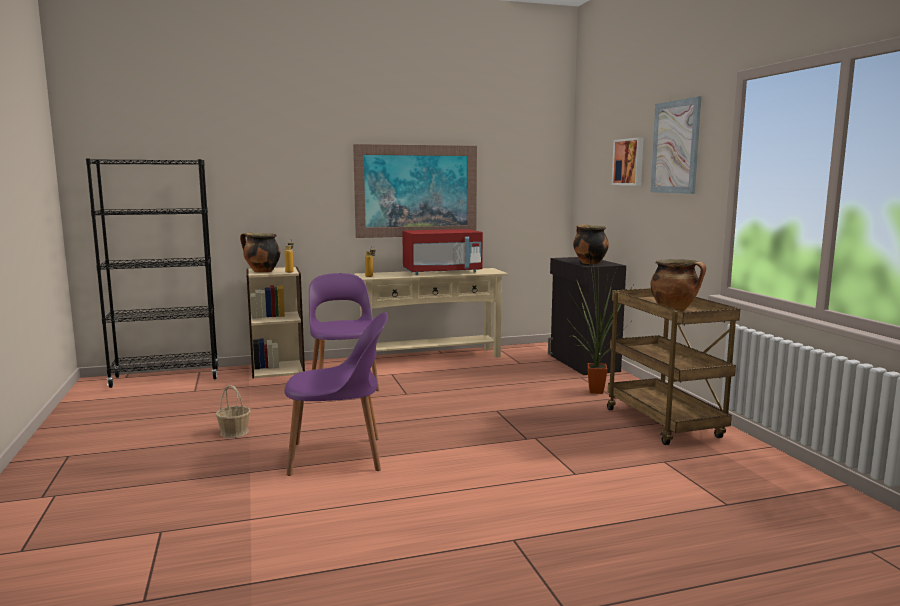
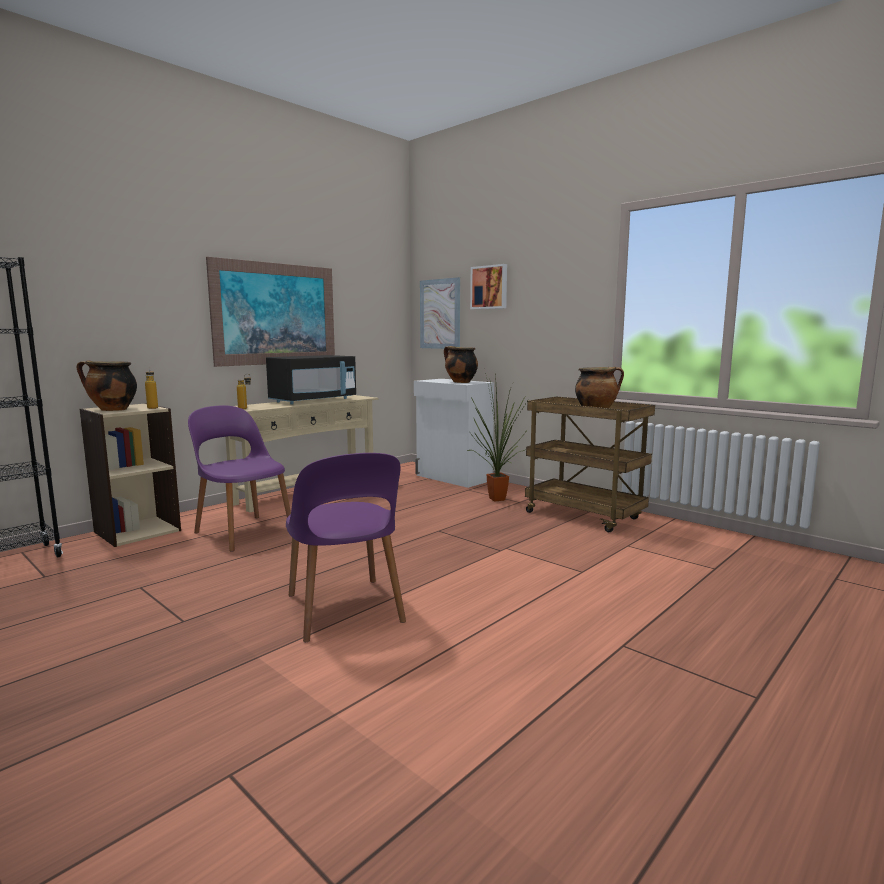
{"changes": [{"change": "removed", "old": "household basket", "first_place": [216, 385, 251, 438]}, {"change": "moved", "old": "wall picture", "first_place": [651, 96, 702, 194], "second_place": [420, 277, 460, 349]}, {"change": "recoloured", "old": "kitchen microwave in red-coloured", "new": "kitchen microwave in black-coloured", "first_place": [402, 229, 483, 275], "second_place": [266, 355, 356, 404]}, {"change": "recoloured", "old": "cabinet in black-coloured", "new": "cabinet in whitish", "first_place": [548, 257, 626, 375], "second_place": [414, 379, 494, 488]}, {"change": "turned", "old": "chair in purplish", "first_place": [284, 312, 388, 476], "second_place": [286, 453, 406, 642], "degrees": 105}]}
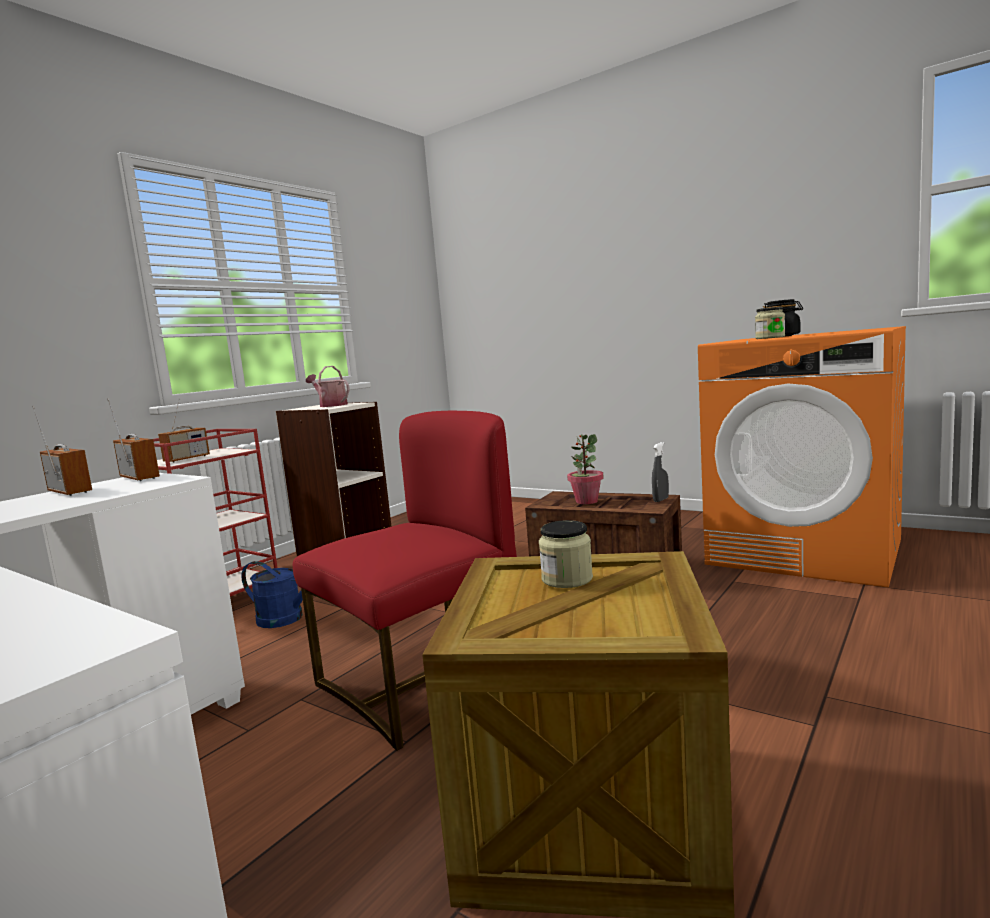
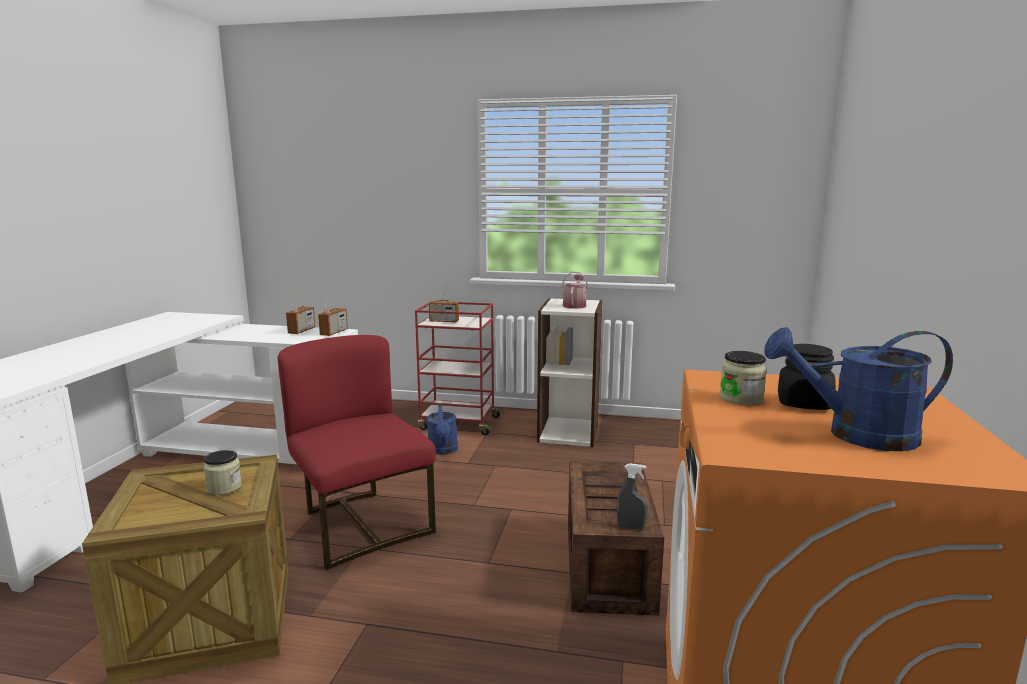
{"changes": [{"change": "removed", "old": "houseplant", "first_place": [567, 434, 604, 504]}, {"change": "added", "new": "sprinkling can in blue-coloured", "second_place": [764, 327, 953, 451]}, {"change": "turned", "old": "chair in red-coloured", "first_place": [293, 411, 517, 751], "second_place": [278, 335, 436, 570], "degrees": -150}]}
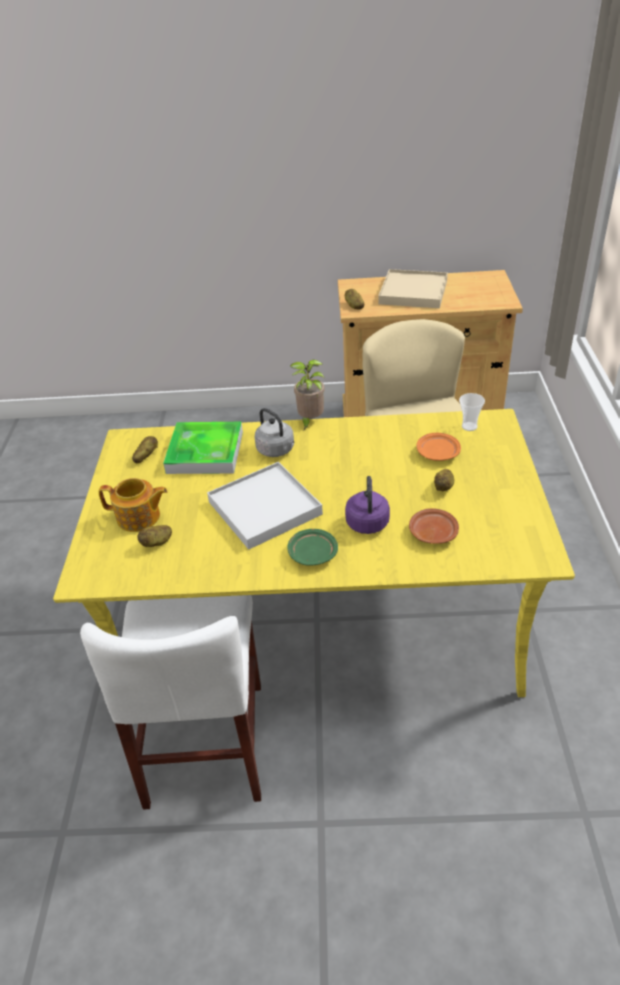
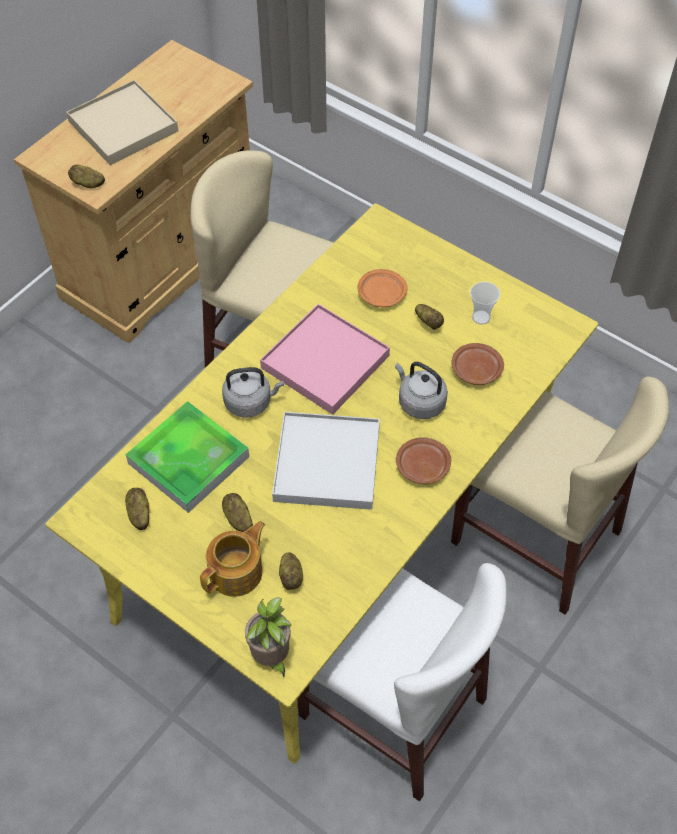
{"changes": [{"change": "added", "new": "spud", "second_place": [222, 493, 253, 532]}, {"change": "added", "new": "tray in pink-coloured", "second_place": [260, 304, 390, 415]}, {"change": "added", "new": "chair in beige-coloured", "second_place": [451, 377, 669, 615]}, {"change": "moved", "old": "houseplant", "first_place": [290, 360, 325, 430], "second_place": [245, 598, 292, 677]}, {"change": "moved", "old": "cup", "first_place": [459, 393, 485, 431], "second_place": [470, 282, 500, 325]}, {"change": "recoloured", "old": "plate in green", "new": "plate in brown-coloured", "first_place": [287, 529, 338, 566], "second_place": [396, 437, 451, 484]}, {"change": "recoloured", "old": "kettle in purplish", "new": "kettle in grey", "first_place": [345, 476, 390, 534], "second_place": [395, 362, 448, 419]}]}
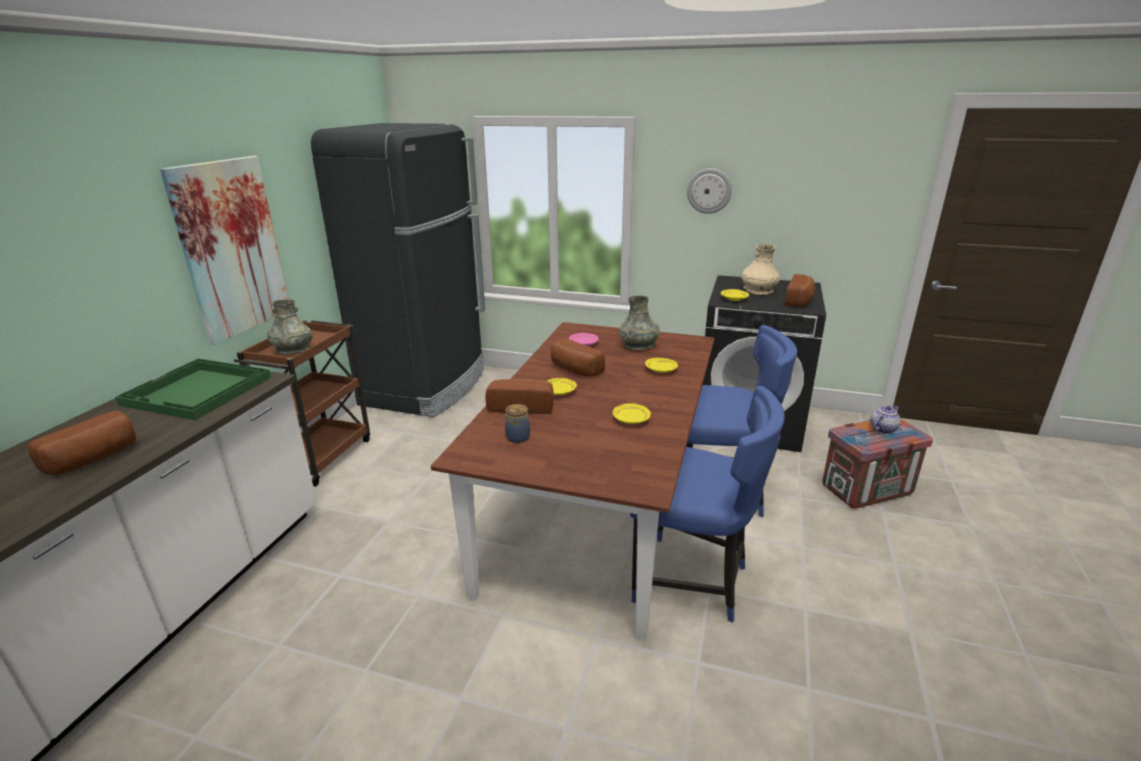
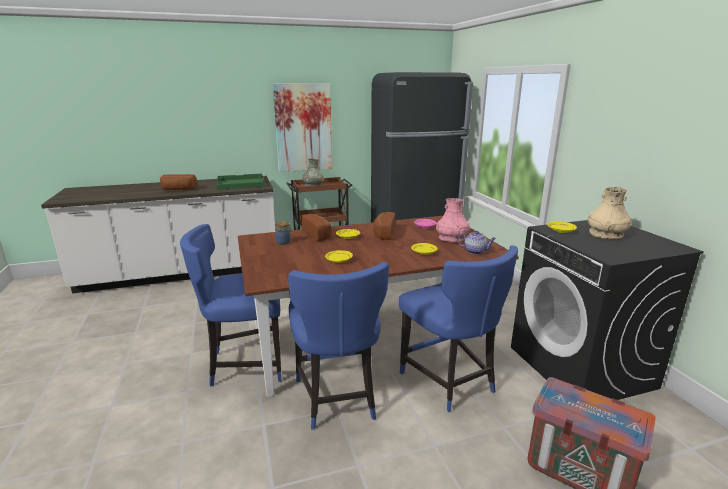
{"changes": [{"change": "removed", "old": "hanging clock", "first_place": [687, 168, 732, 214]}, {"change": "removed", "old": "bakery bread", "first_place": [785, 274, 815, 307]}, {"change": "added", "new": "chair in blue-coloured", "second_place": [180, 224, 282, 387]}, {"change": "moved", "old": "pot for tea", "first_place": [870, 406, 900, 434], "second_place": [457, 231, 496, 254]}, {"change": "recoloured", "old": "decorative vase in grey", "new": "decorative vase in pink-coloured", "first_place": [619, 296, 660, 351], "second_place": [436, 198, 470, 242]}]}
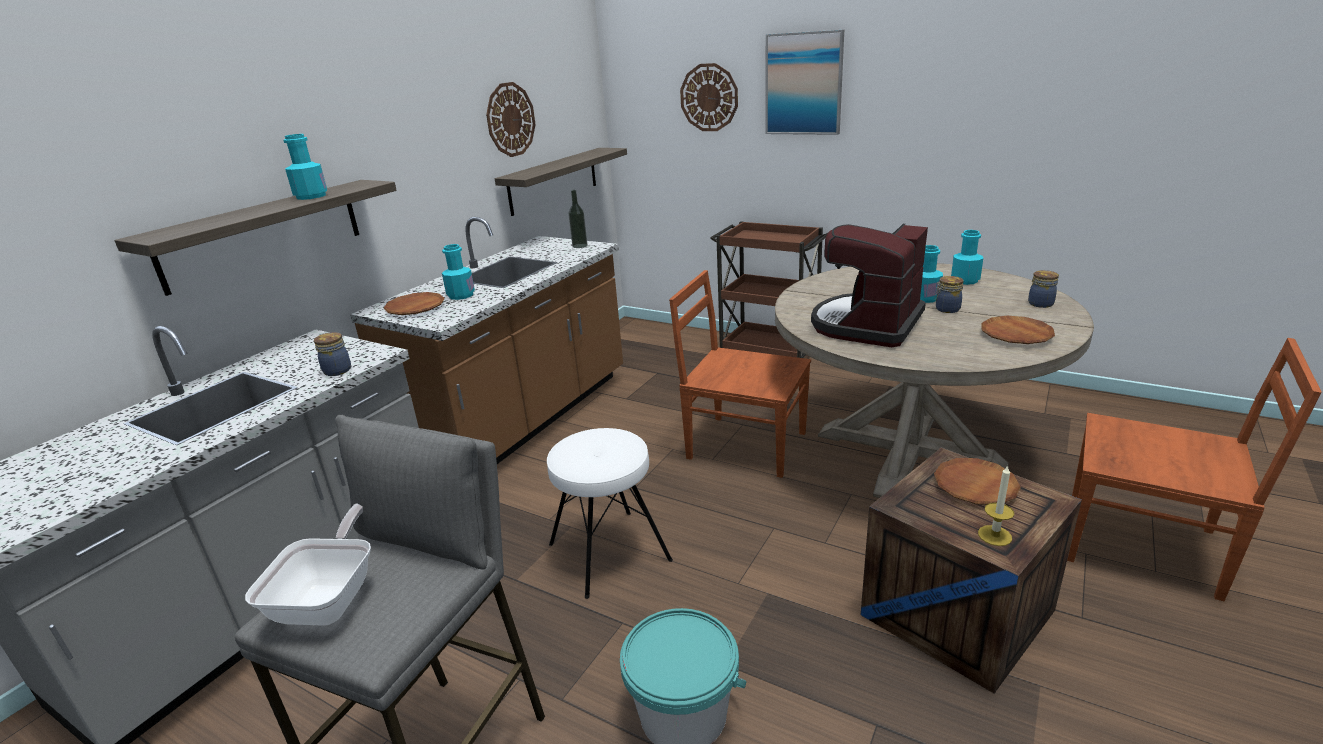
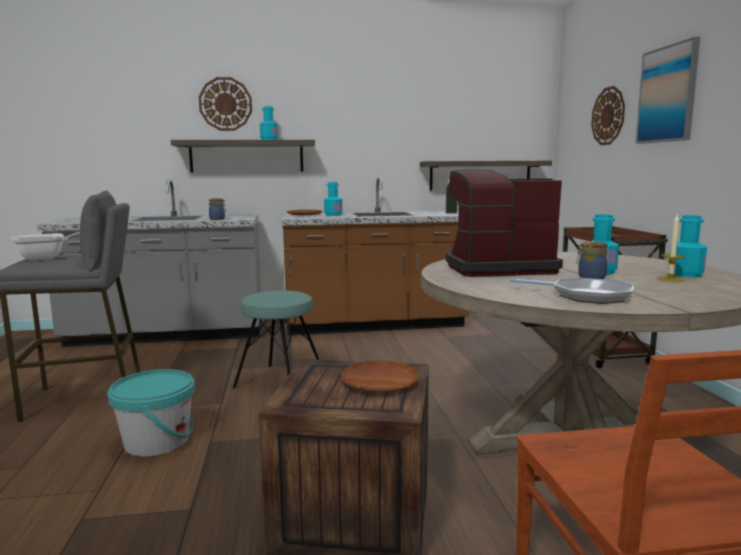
{"changes": [{"change": "removed", "old": "chair in brown-coloured", "first_place": [669, 270, 811, 478]}, {"change": "removed", "old": "preserve jar", "first_place": [1028, 270, 1059, 308]}, {"change": "moved", "old": "hanging clock", "first_place": [486, 82, 536, 157], "second_place": [199, 77, 252, 131]}, {"change": "moved", "old": "wax light", "first_place": [978, 465, 1014, 546], "second_place": [657, 215, 685, 282]}, {"change": "replaced", "old": "plate in brown-coloured", "new": "pan", "first_place": [982, 316, 1055, 344], "second_place": [510, 278, 634, 304]}, {"change": "recoloured", "old": "stool in whitish", "new": "stool in turquoise-coloured", "first_place": [547, 428, 673, 599], "second_place": [232, 291, 320, 389]}]}
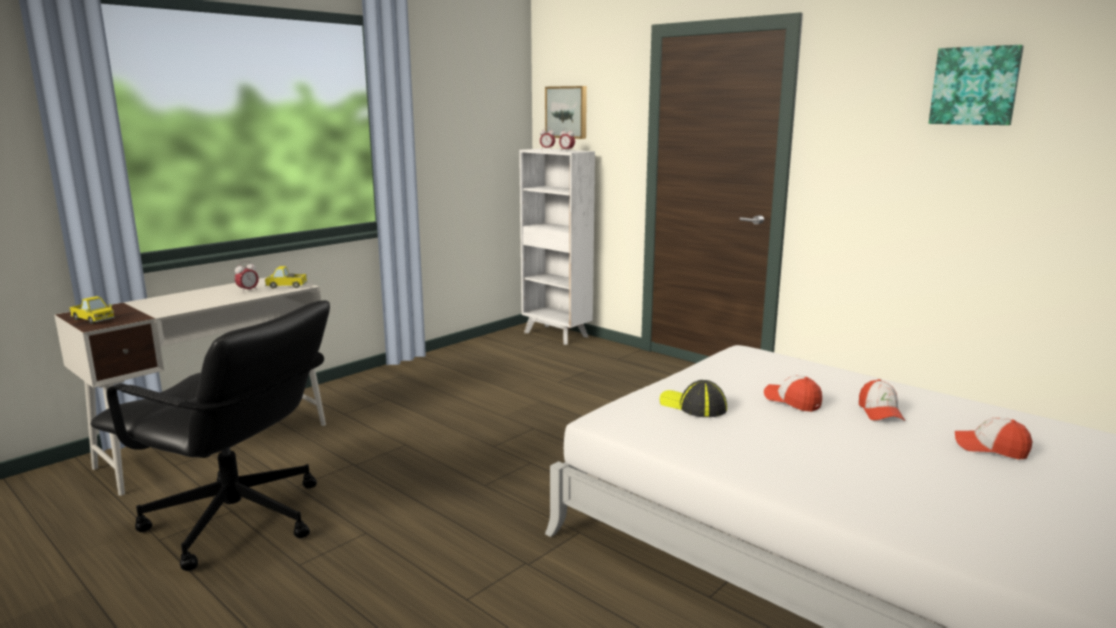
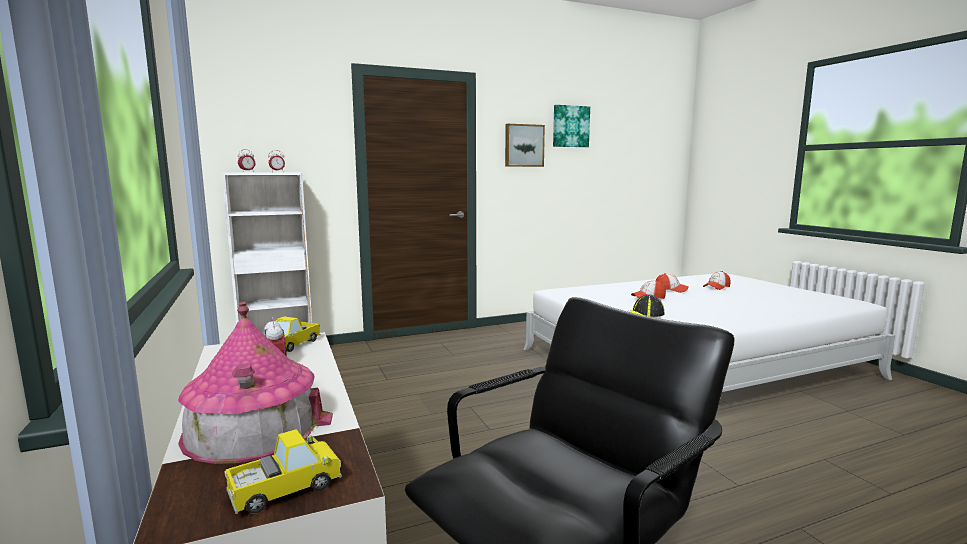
{"changes": [{"change": "added", "new": "toy house", "second_place": [178, 302, 333, 464]}, {"change": "moved", "old": "wall picture", "first_place": [545, 86, 587, 139], "second_place": [505, 124, 545, 167]}]}
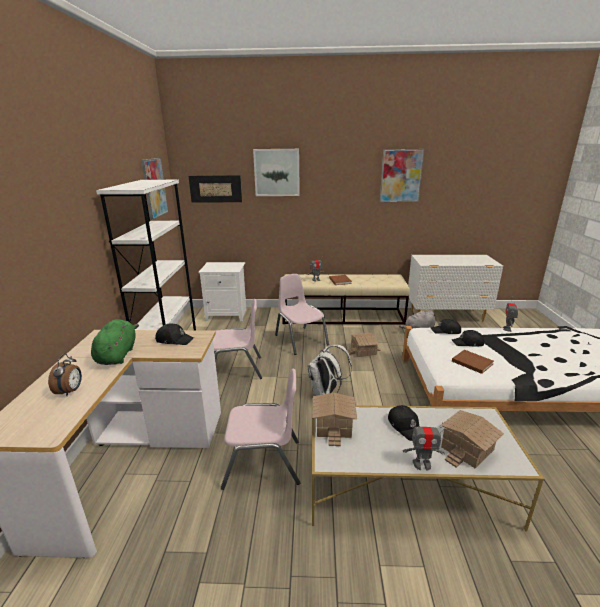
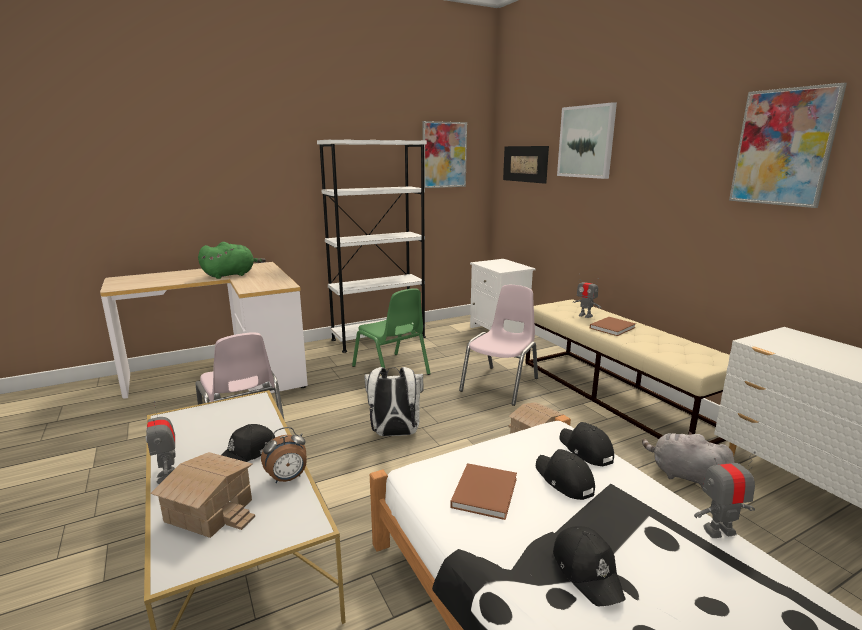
{"changes": [{"change": "removed", "old": "toy house", "first_place": [312, 393, 357, 446]}, {"change": "moved", "old": "table clock", "first_place": [48, 354, 82, 396], "second_place": [261, 427, 307, 483]}, {"change": "moved", "old": "baseball cap in black-coloured", "first_place": [155, 323, 194, 345], "second_place": [553, 526, 625, 606]}, {"change": "recoloured", "old": "chair in pink-coloured", "new": "chair in green", "first_place": [213, 299, 262, 379], "second_place": [352, 288, 431, 375]}]}
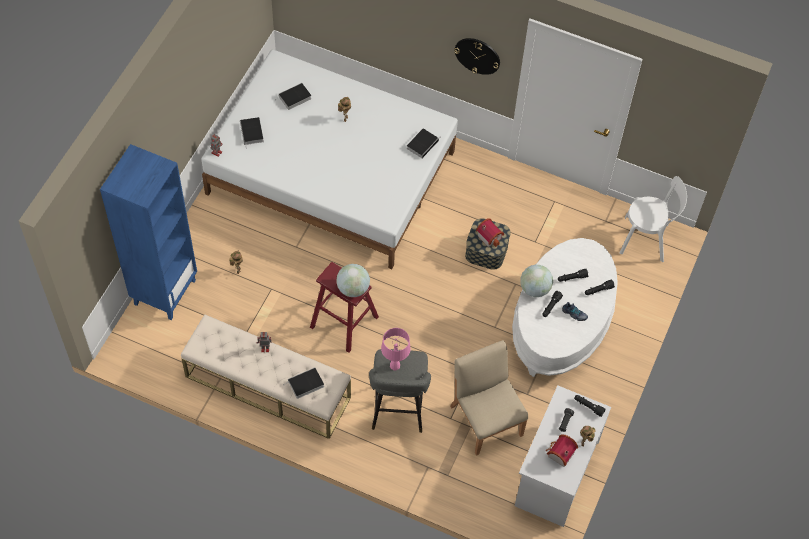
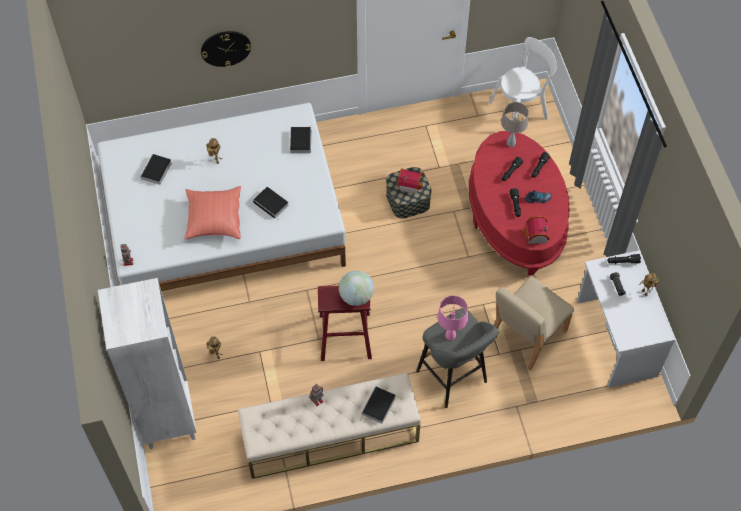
{"changes": [{"change": "removed", "old": "desk globe", "first_place": [520, 265, 553, 297]}, {"change": "added", "new": "pillow in red-coloured", "second_place": [184, 186, 241, 239]}, {"change": "added", "new": "table lamp in beige-coloured", "second_place": [501, 102, 529, 147]}, {"change": "moved", "old": "volume", "first_place": [240, 117, 264, 148], "second_place": [253, 187, 289, 221]}, {"change": "moved", "old": "hanging clock", "first_place": [454, 38, 500, 75], "second_place": [201, 31, 251, 67]}, {"change": "moved", "old": "toy house", "first_place": [546, 434, 578, 467], "second_place": [522, 216, 550, 244]}, {"change": "recoloured", "old": "shelving unit in blue-coloured", "new": "shelving unit in whitish", "first_place": [100, 144, 197, 320], "second_place": [98, 278, 197, 449]}, {"change": "recoloured", "old": "lounge table in whitish", "new": "lounge table in red-coloured", "first_place": [512, 238, 618, 377], "second_place": [469, 131, 570, 275]}, {"change": "turned", "old": "chair in beige-coloured", "first_place": [450, 340, 528, 456], "second_place": [494, 277, 574, 370], "degrees": -75}]}
